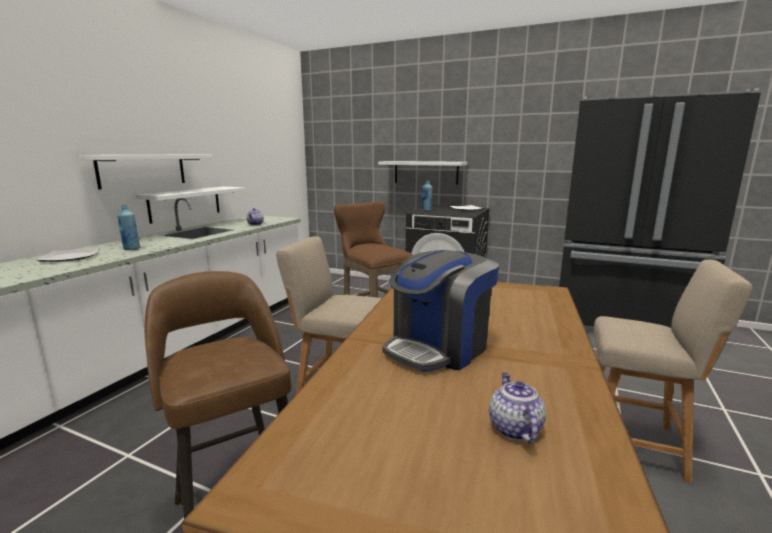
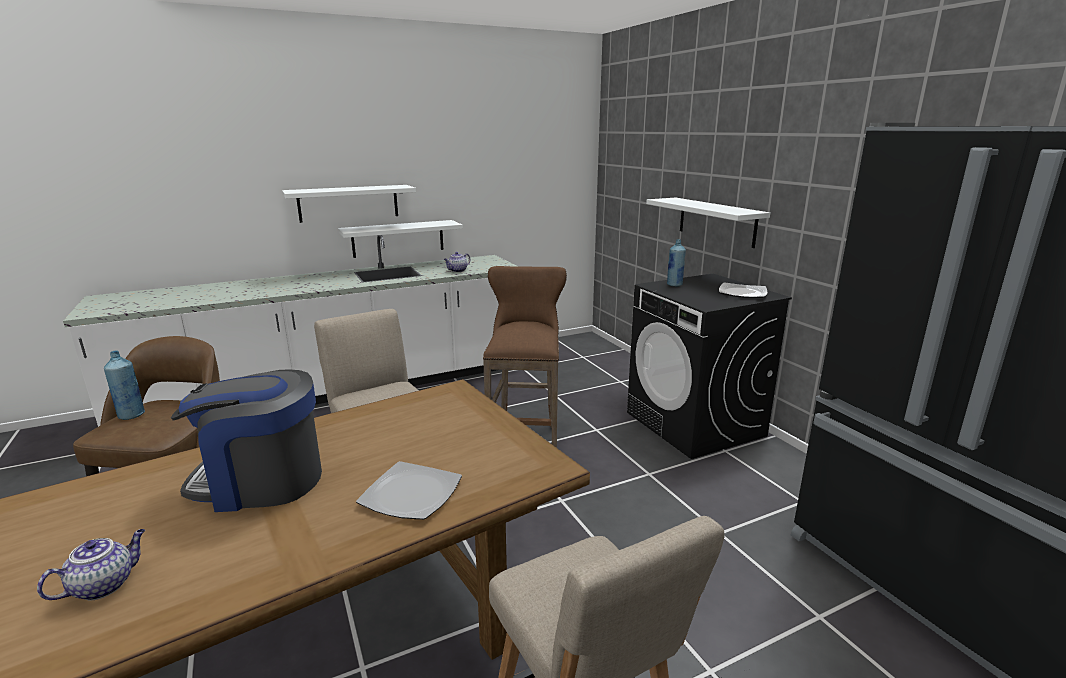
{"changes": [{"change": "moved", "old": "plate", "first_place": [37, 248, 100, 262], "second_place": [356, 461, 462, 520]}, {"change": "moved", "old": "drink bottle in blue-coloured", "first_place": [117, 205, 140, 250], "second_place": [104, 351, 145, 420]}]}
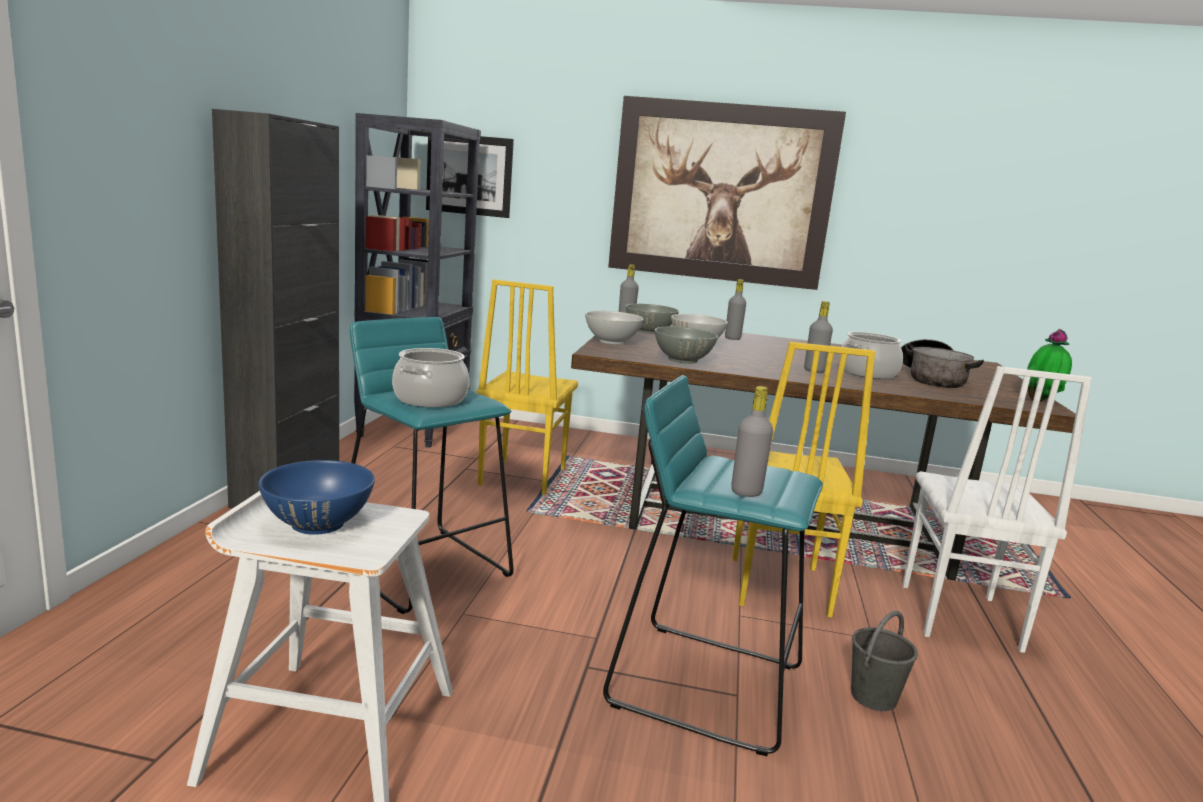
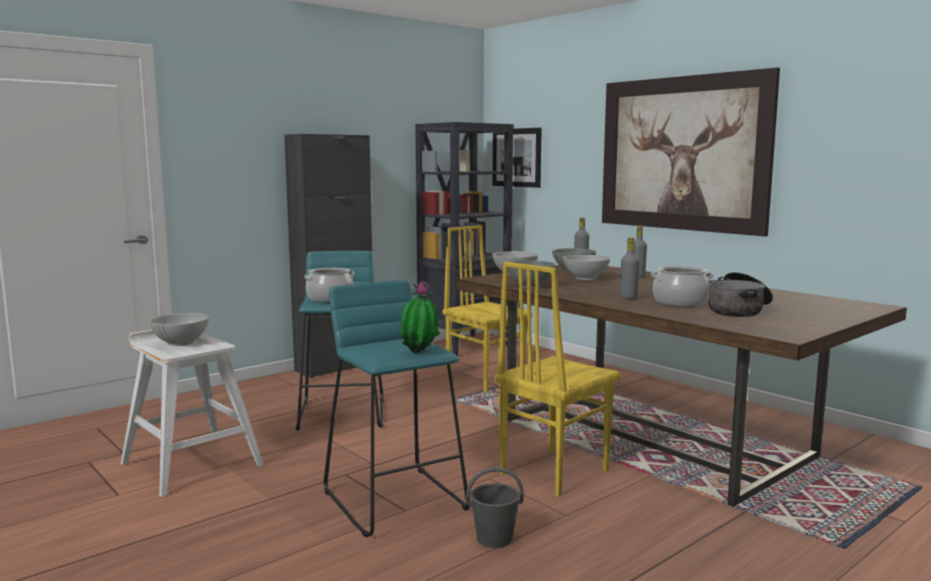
{"changes": [{"change": "removed", "old": "drink bottle in grey", "first_place": [731, 386, 773, 497]}, {"change": "removed", "old": "chair in whitish", "first_place": [902, 366, 1092, 653]}, {"change": "moved", "old": "houseplant", "first_place": [1027, 329, 1072, 402], "second_place": [399, 281, 440, 353]}, {"change": "recoloured", "old": "bowl in blue-coloured", "new": "bowl in whitish", "first_place": [258, 460, 375, 535], "second_place": [149, 313, 209, 346]}, {"change": "turned", "old": "chair in yellowish", "first_place": [476, 279, 578, 495], "second_place": [443, 225, 532, 393], "degrees": 90}]}
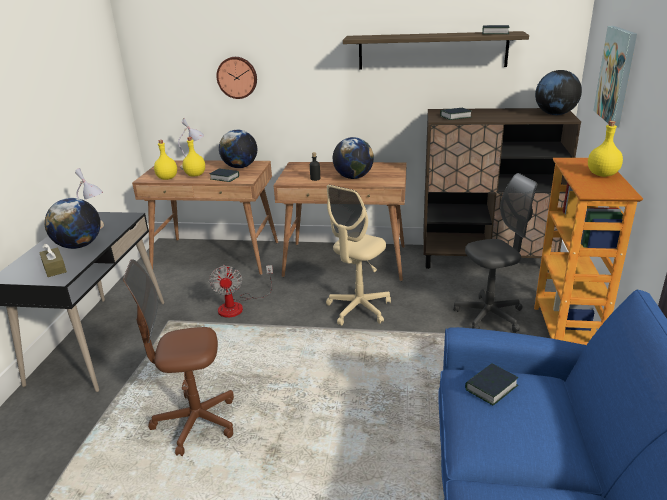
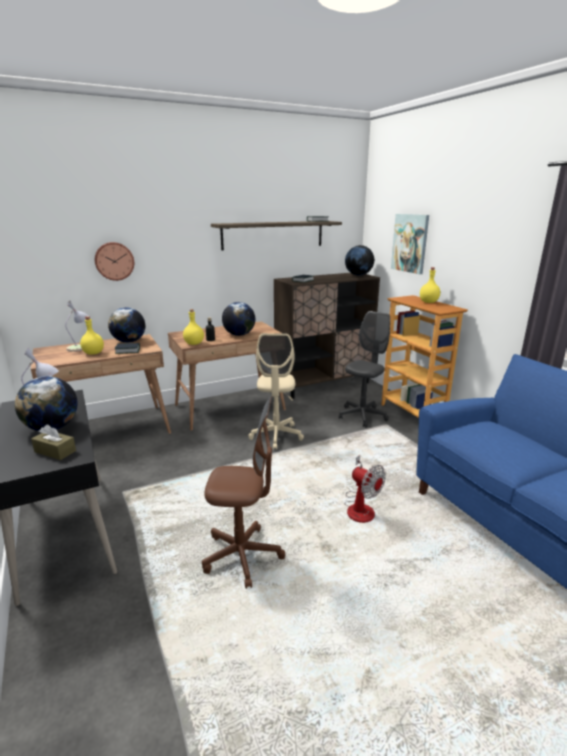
{"changes": [{"change": "removed", "old": "volume", "first_place": [465, 363, 518, 405]}, {"change": "moved", "old": "drink bottle in yellowish", "first_place": [154, 140, 177, 180], "second_place": [183, 309, 204, 345]}, {"change": "moved", "old": "cooling fan", "first_place": [209, 265, 273, 318], "second_place": [344, 455, 386, 523]}, {"change": "turned", "old": "computer chair in brown-coloured", "first_place": [123, 259, 234, 456], "second_place": [202, 397, 285, 589], "degrees": -135}]}
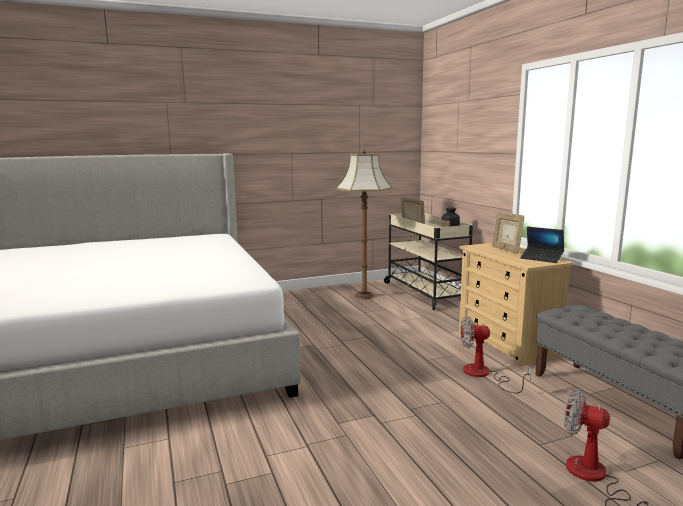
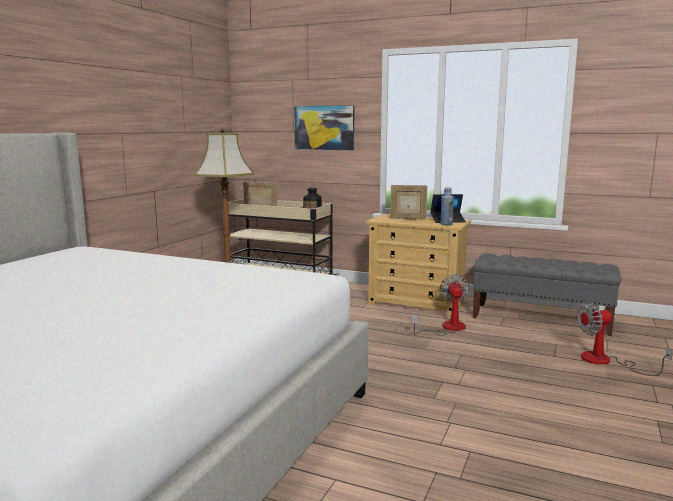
{"changes": [{"change": "added", "new": "wall picture", "second_place": [294, 105, 354, 150]}, {"change": "added", "new": "drink bottle in blue-coloured", "second_place": [441, 187, 454, 225]}, {"change": "turned", "old": "cooling fan", "first_place": [461, 316, 531, 393], "second_place": [412, 274, 469, 336], "degrees": 135}]}
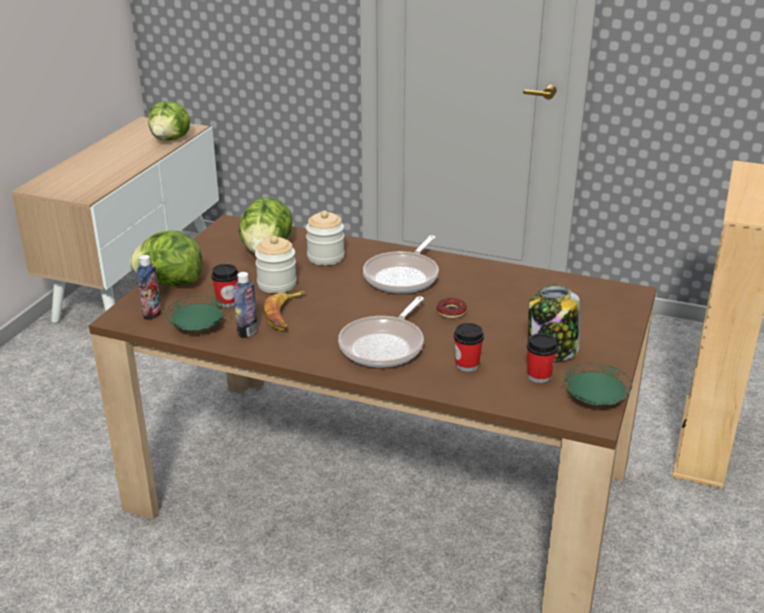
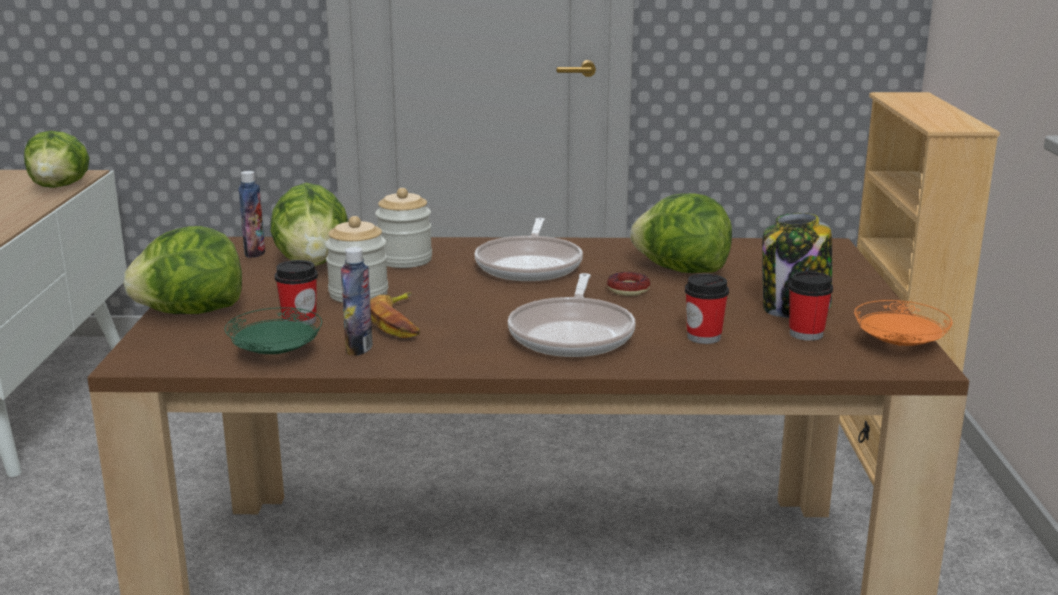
{"changes": [{"change": "added", "new": "lettuce head", "second_place": [630, 193, 732, 273]}, {"change": "moved", "old": "drink bottle", "first_place": [137, 255, 162, 320], "second_place": [238, 171, 265, 258]}, {"change": "recoloured", "old": "plate in green", "new": "plate in orange-coloured", "first_place": [564, 363, 632, 406], "second_place": [854, 300, 953, 346]}]}
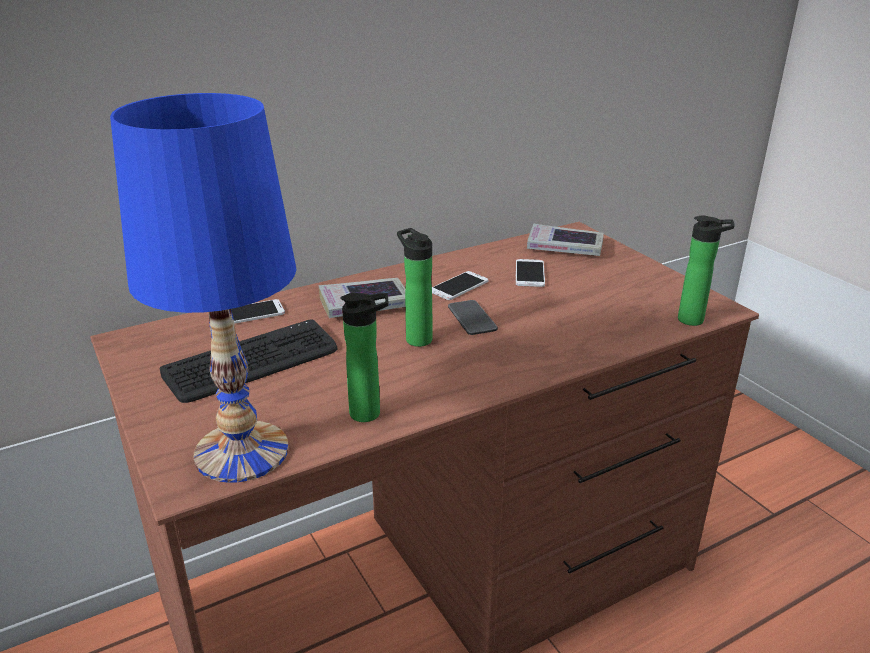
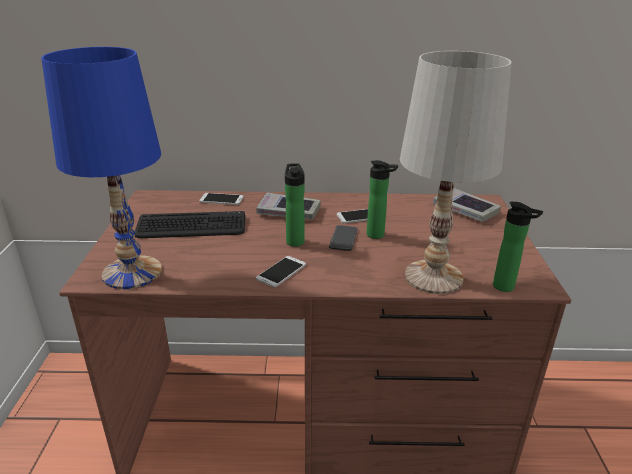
{"changes": [{"change": "added", "new": "table lamp in whitish", "second_place": [400, 51, 511, 294]}, {"change": "moved", "old": "drink bottle", "first_place": [340, 293, 388, 422], "second_place": [366, 160, 398, 239]}, {"change": "moved", "old": "telephone", "first_place": [516, 259, 545, 287], "second_place": [256, 256, 306, 288]}]}
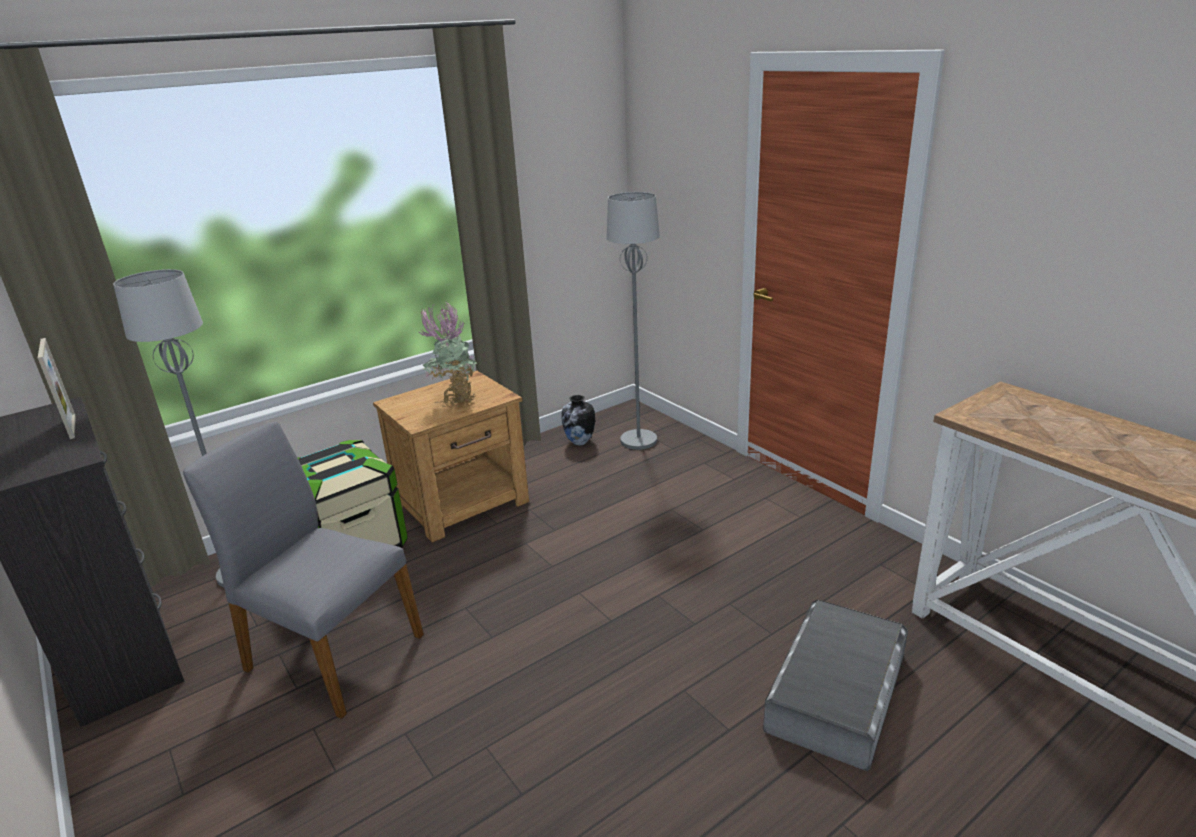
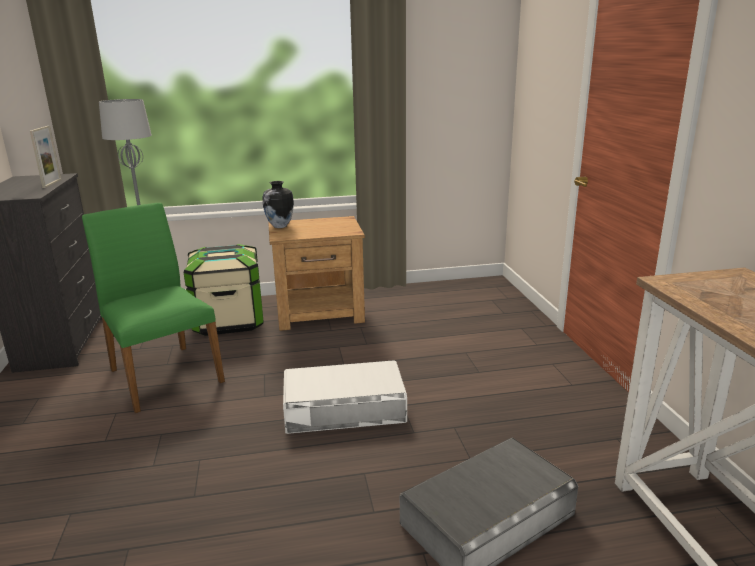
{"changes": [{"change": "removed", "old": "houseplant", "first_place": [418, 301, 478, 408]}, {"change": "removed", "old": "floor lamp in grey", "first_place": [606, 192, 660, 450]}, {"change": "added", "new": "storage container in whitish", "second_place": [283, 360, 407, 434]}, {"change": "moved", "old": "decorative vase", "first_place": [561, 395, 595, 446], "second_place": [262, 181, 294, 228]}, {"change": "recoloured", "old": "chair in grey", "new": "chair in green", "first_place": [183, 422, 424, 719], "second_place": [82, 203, 225, 413]}]}
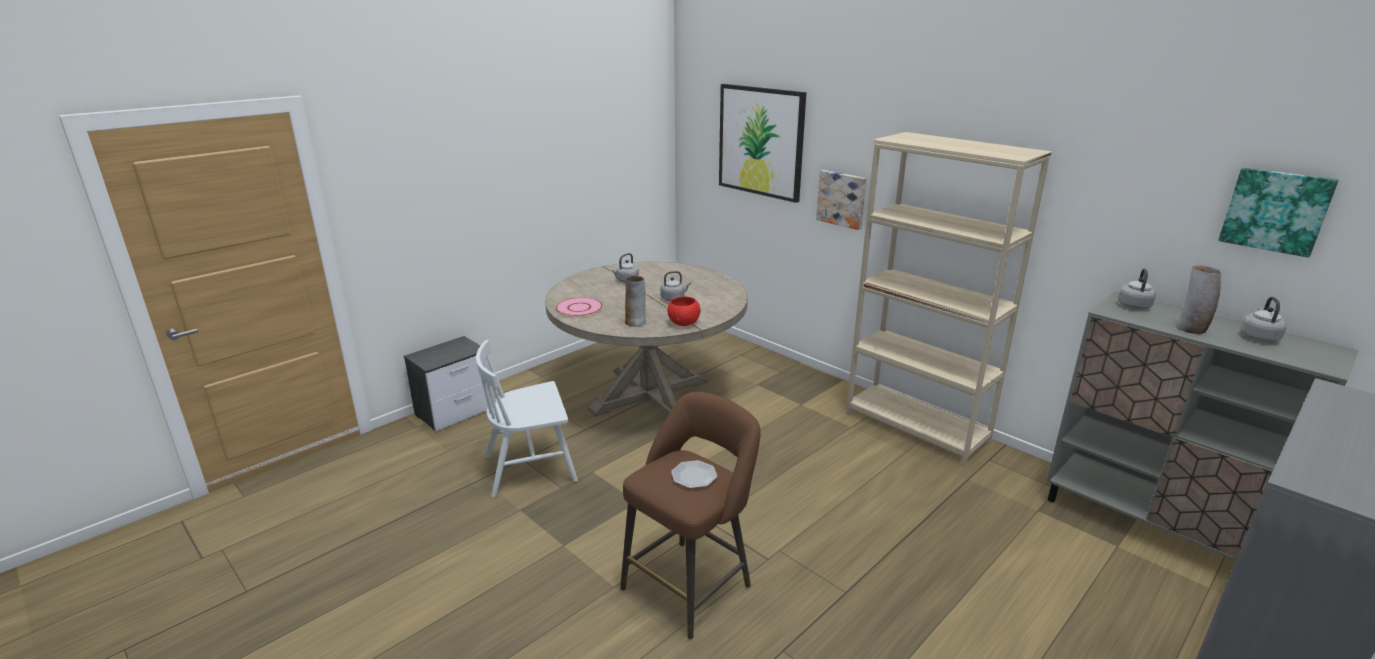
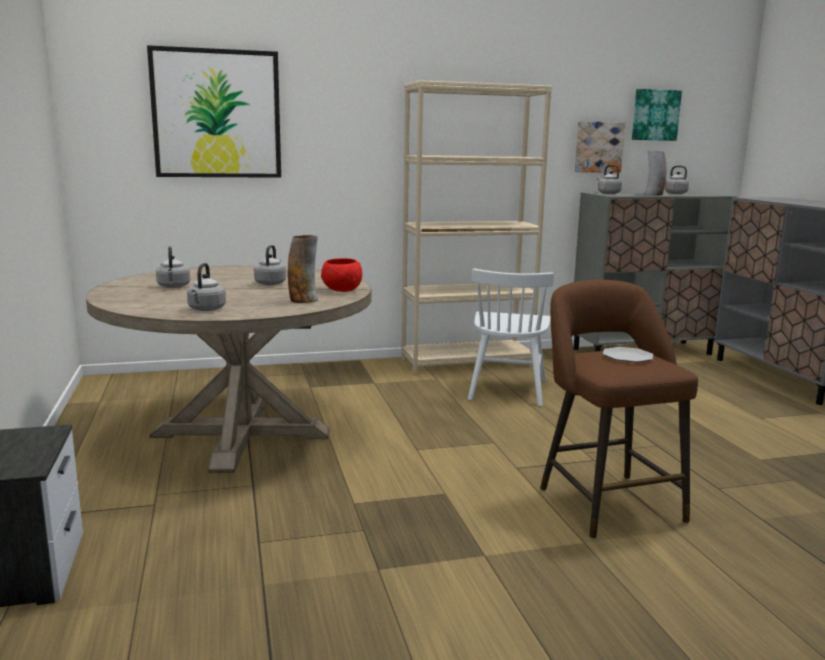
{"changes": [{"change": "moved", "old": "chair in whitish", "first_place": [476, 340, 578, 497], "second_place": [468, 268, 554, 406]}, {"change": "moved", "old": "wall picture", "first_place": [816, 170, 866, 230], "second_place": [575, 121, 625, 173]}, {"change": "replaced", "old": "plate in pink-coloured", "new": "kettle in grey", "first_place": [556, 297, 603, 317], "second_place": [187, 263, 226, 311]}]}
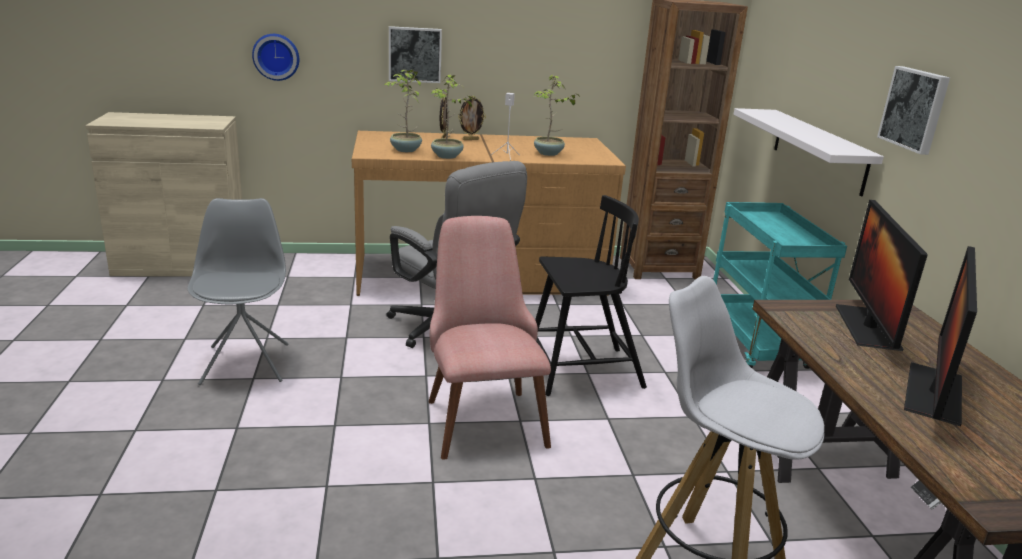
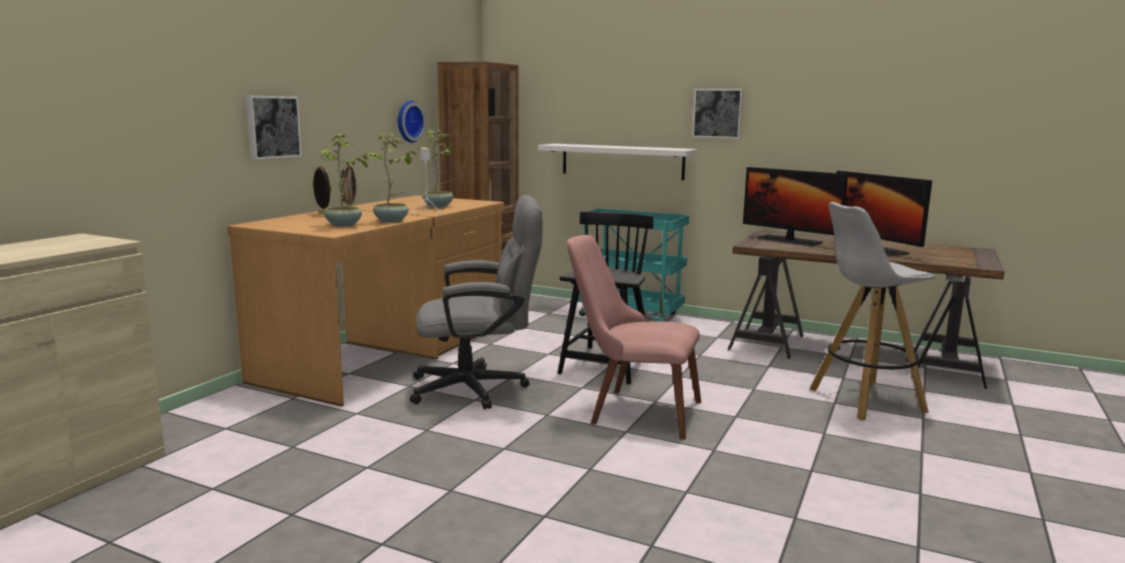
{"changes": [{"change": "removed", "old": "chair in grey", "first_place": [187, 198, 289, 385]}, {"change": "moved", "old": "hanging clock", "first_place": [252, 34, 299, 81], "second_place": [398, 101, 426, 143]}]}
